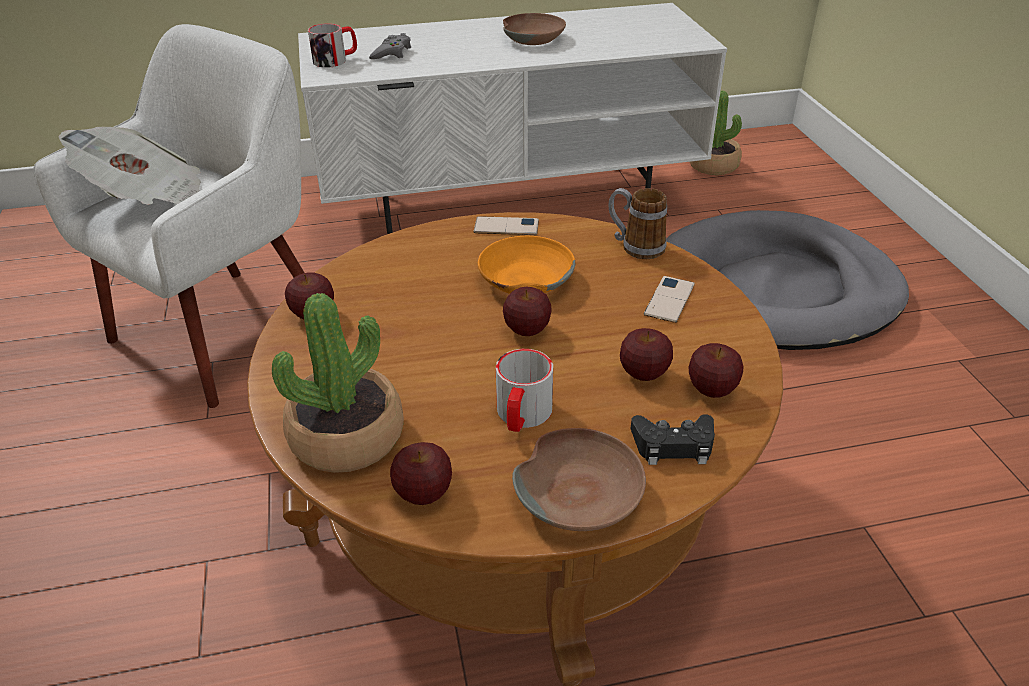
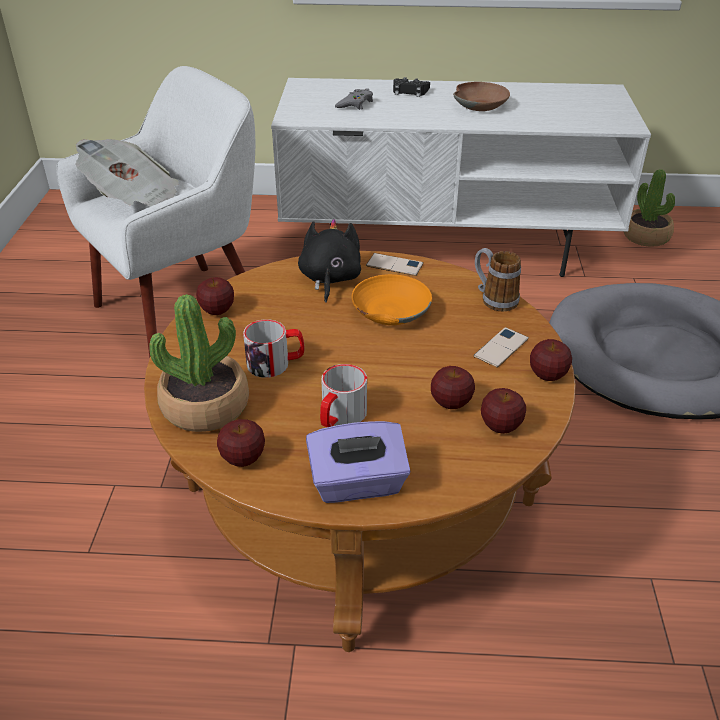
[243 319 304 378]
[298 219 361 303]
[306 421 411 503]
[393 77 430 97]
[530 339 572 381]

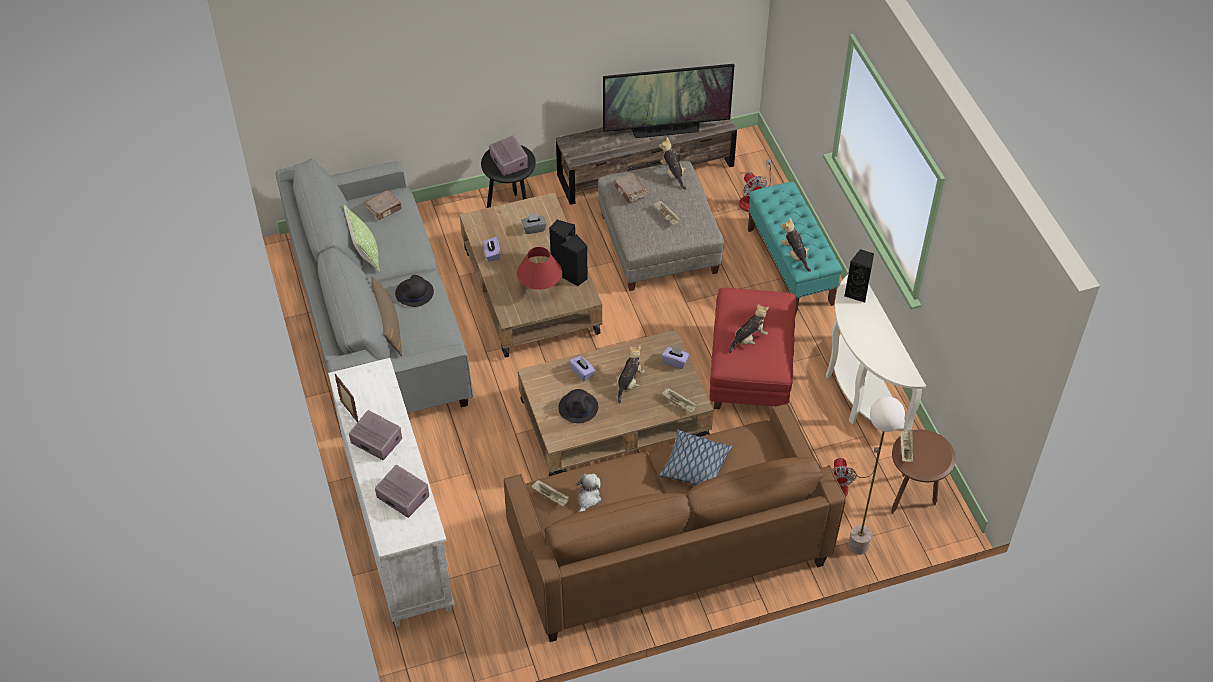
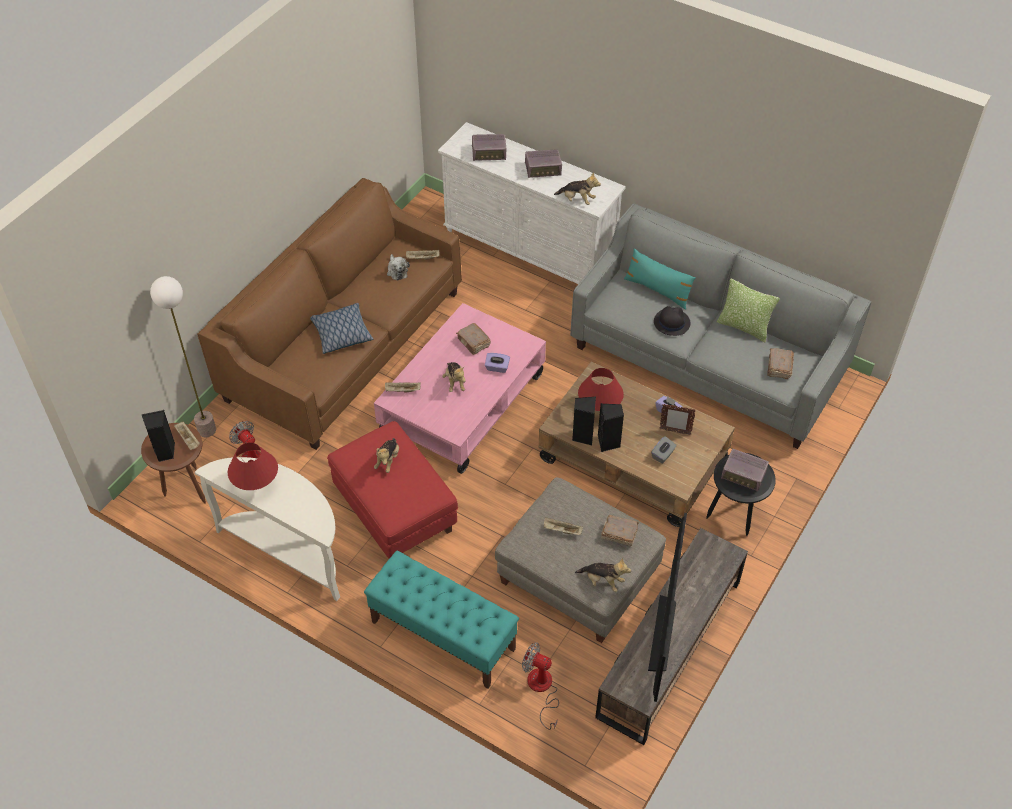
[141 410 175 462]
[228 442 278 490]
[374 303 546 474]
[456 323 491 355]
[554 172 601 205]
[624 248 696 310]
[648 513 687 702]
[660 404 696 435]
[662 346 690 369] (first image)

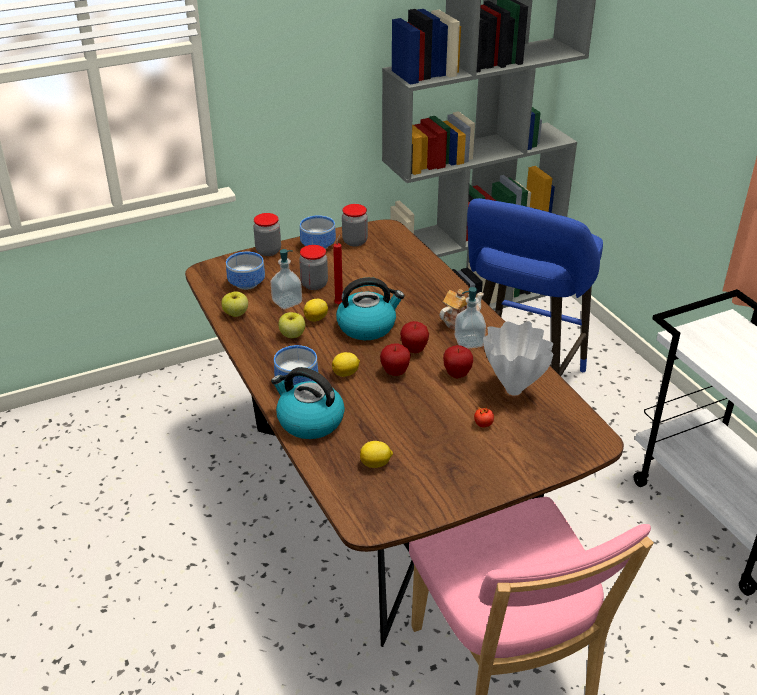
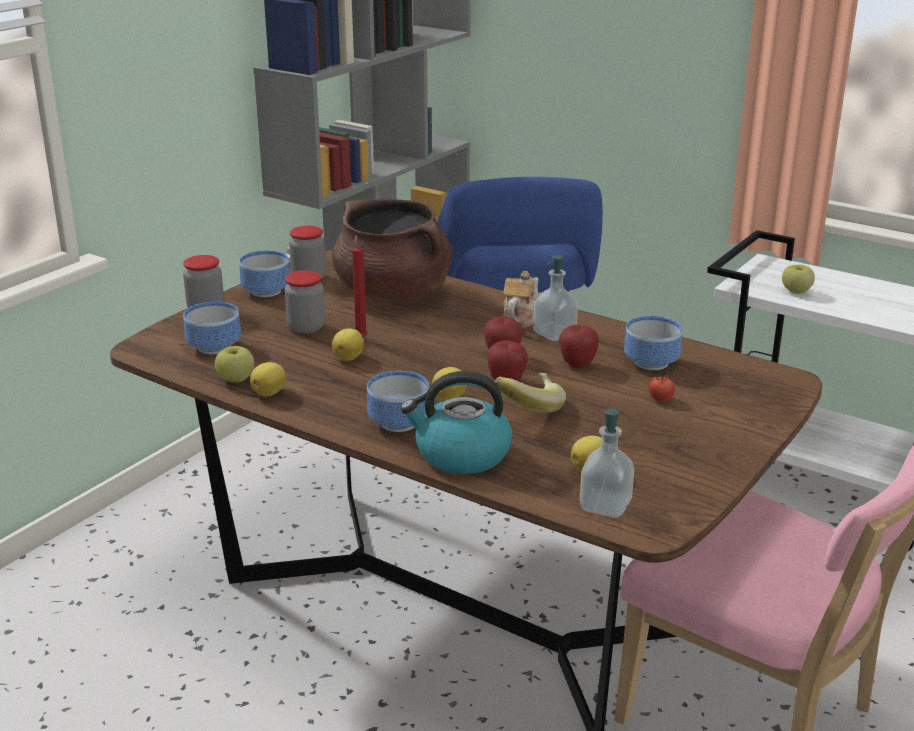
[250 362 286 396]
[332 199 453 302]
[495 373 566 413]
[580 408 634 518]
[624 316 683 370]
[782 265 815 294]
[336 277 405 340] (first image)

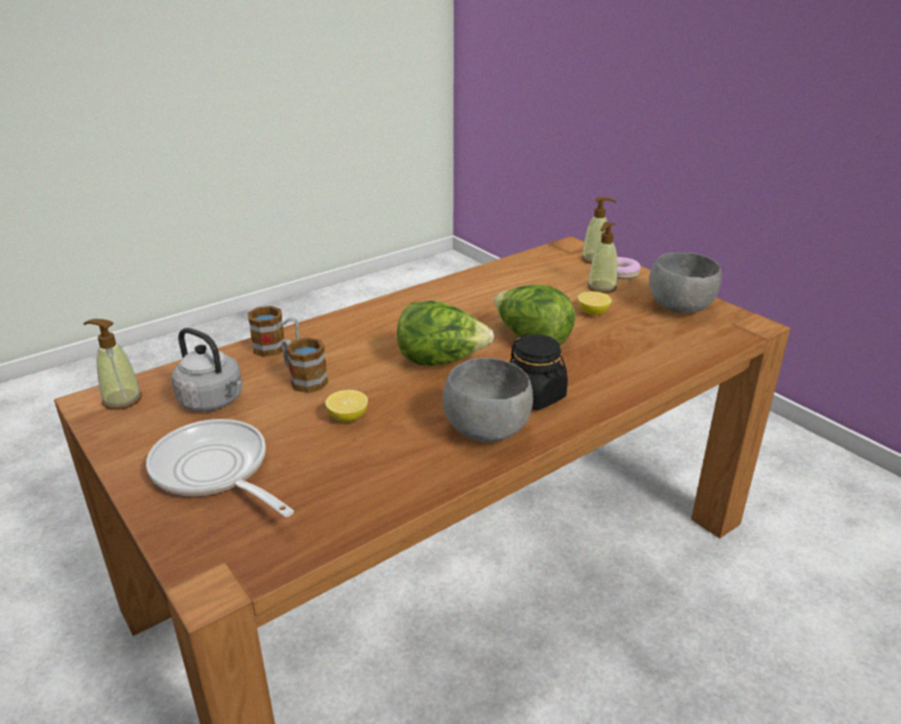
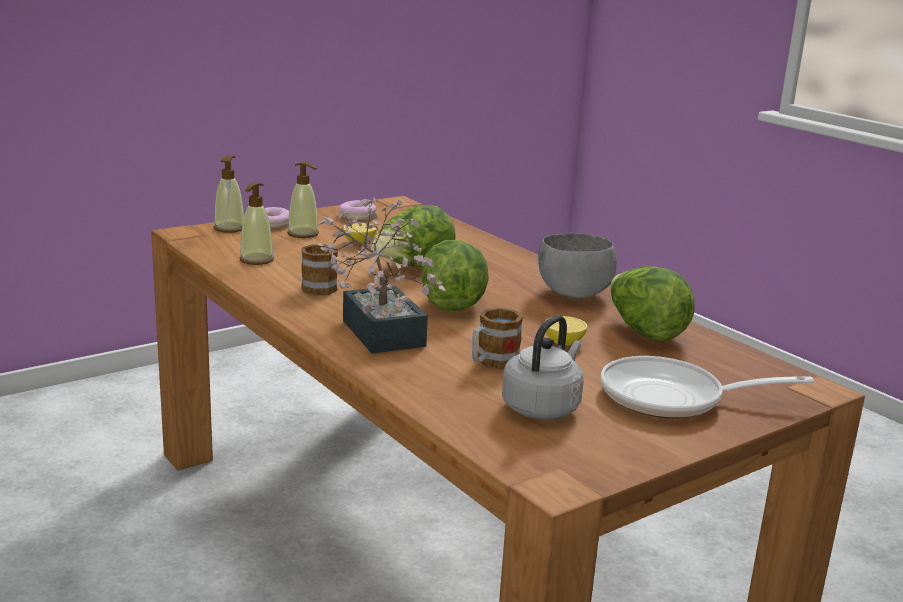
[240 182 274 265]
[301 244 338 295]
[317 197 446 354]
[339 200 376 220]
[601 356 814 418]
[610 266 695 342]
[510 334 568 410] (first image)

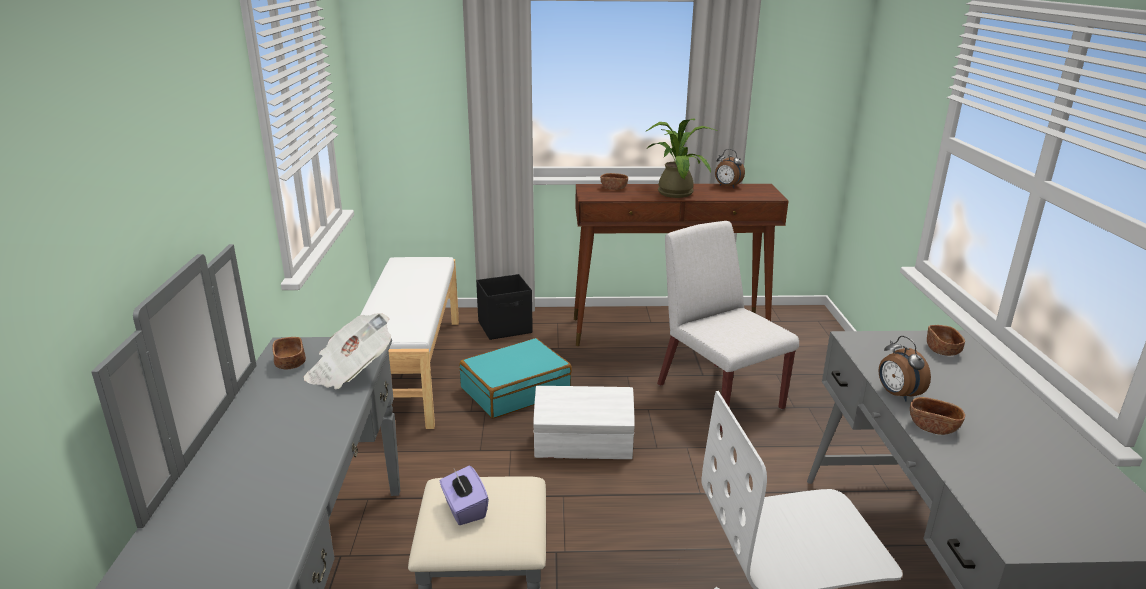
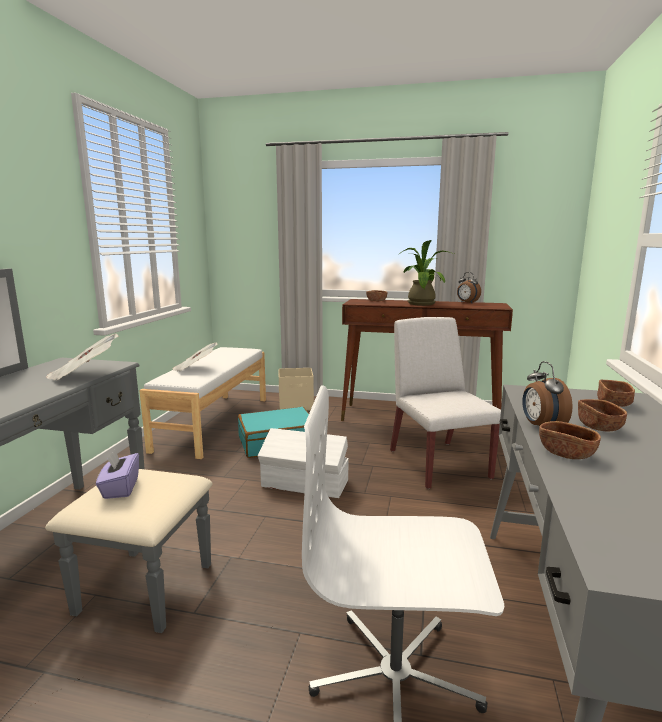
[173 343 218 372]
[279 368 314 411]
[578 399 627 432]

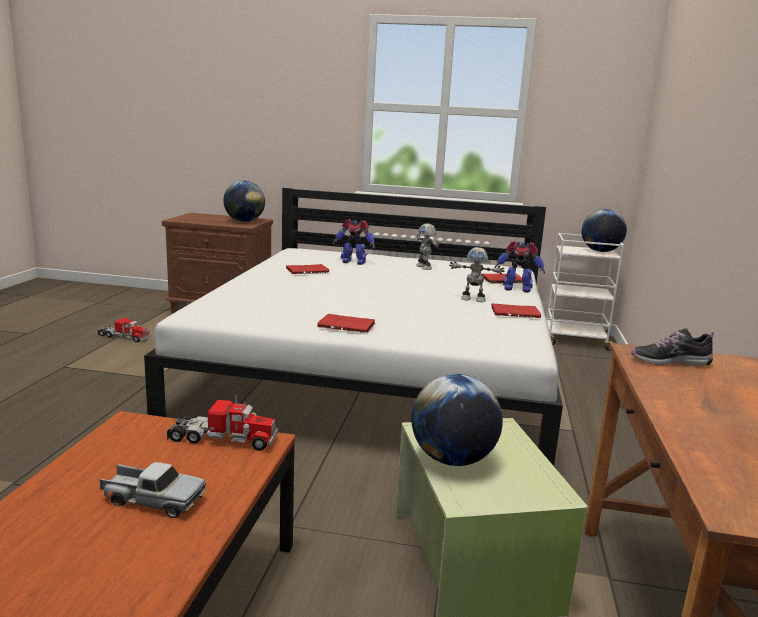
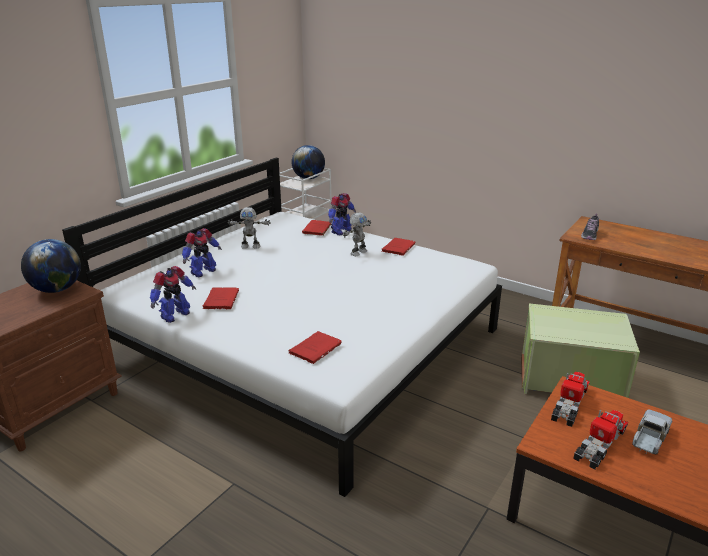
[150 266 196 323]
[289 331 342 364]
[573 410 628 469]
[412 374 503 466] (first image)

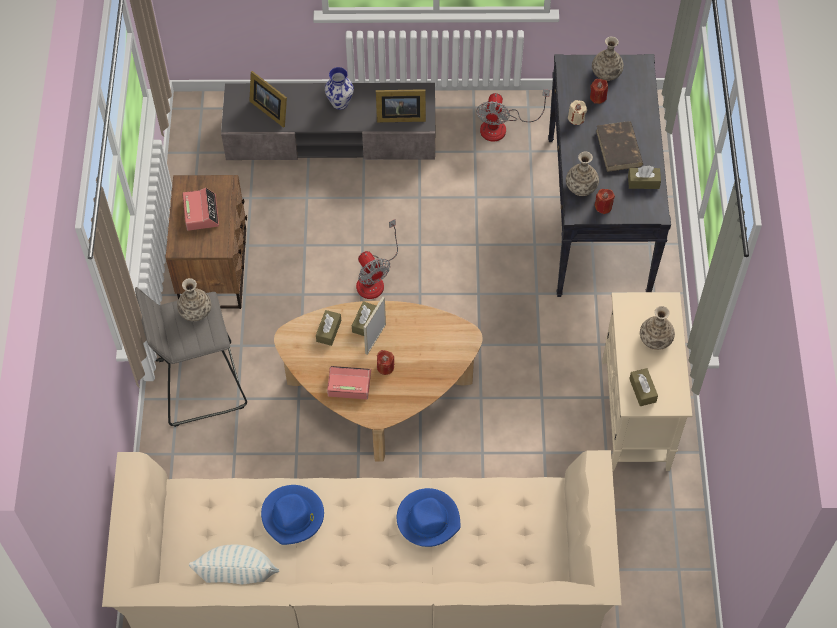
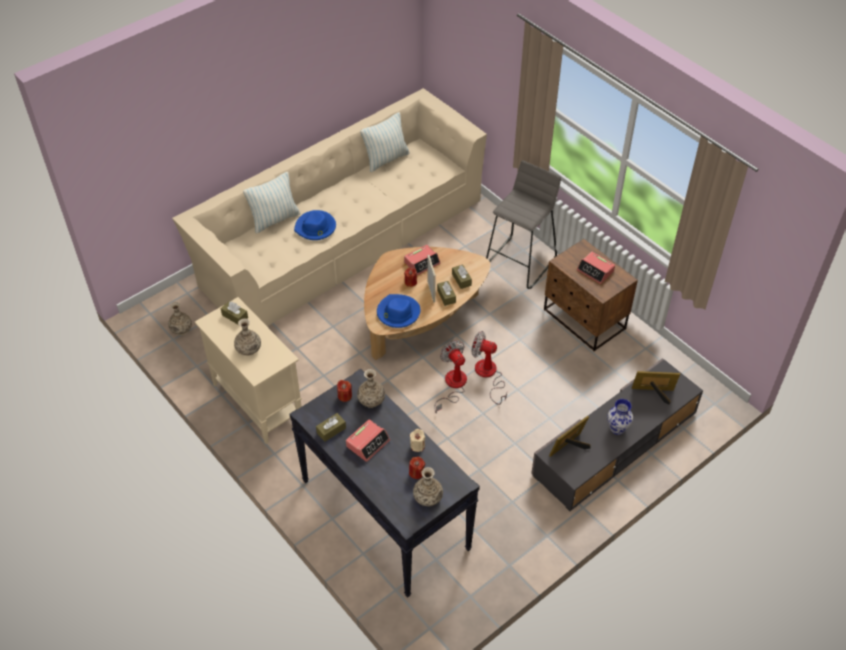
[168 302 192 335]
[243 172 300 234]
[346 419 390 462]
[377 294 420 328]
[434 340 467 413]

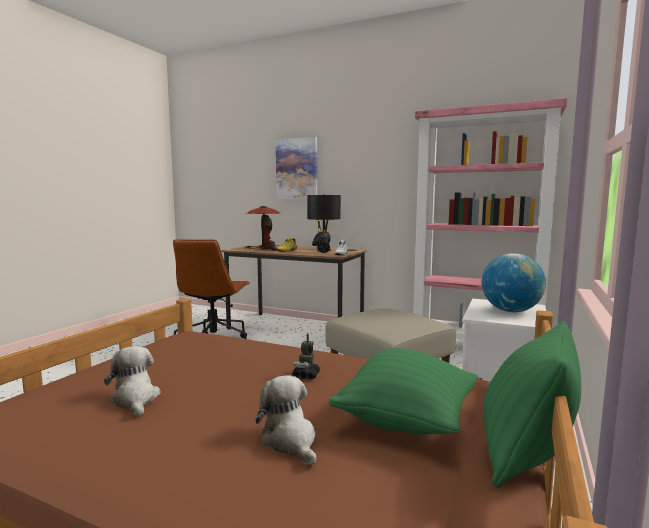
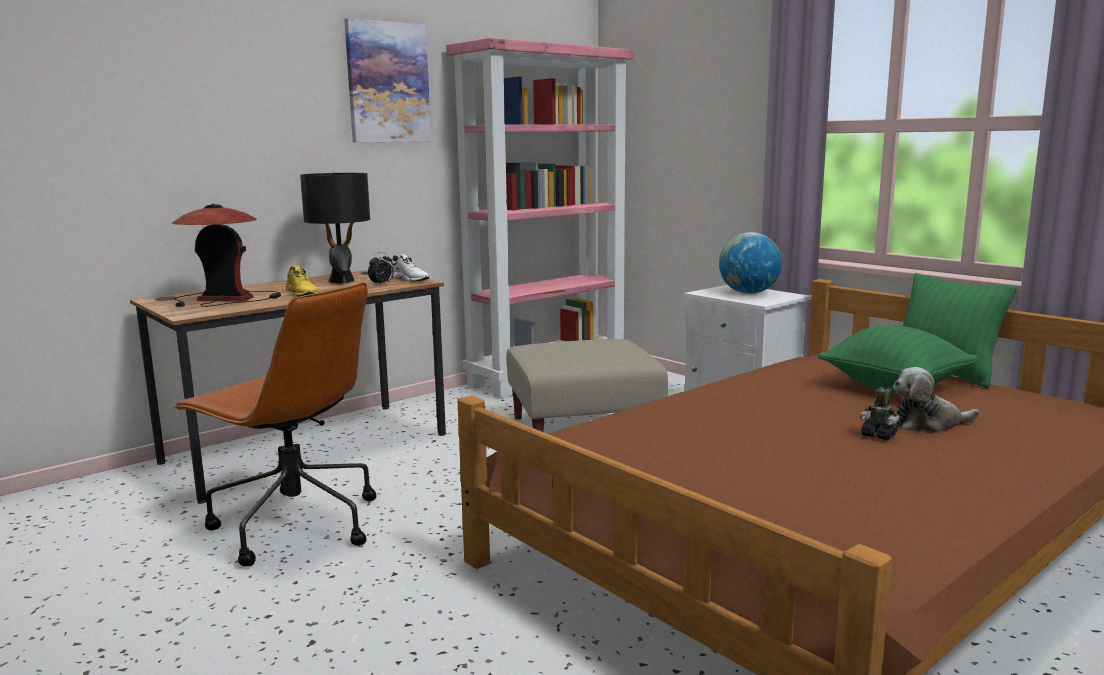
[344 18 431 143]
[860 377 900 440]
[104 346 161 416] (first image)

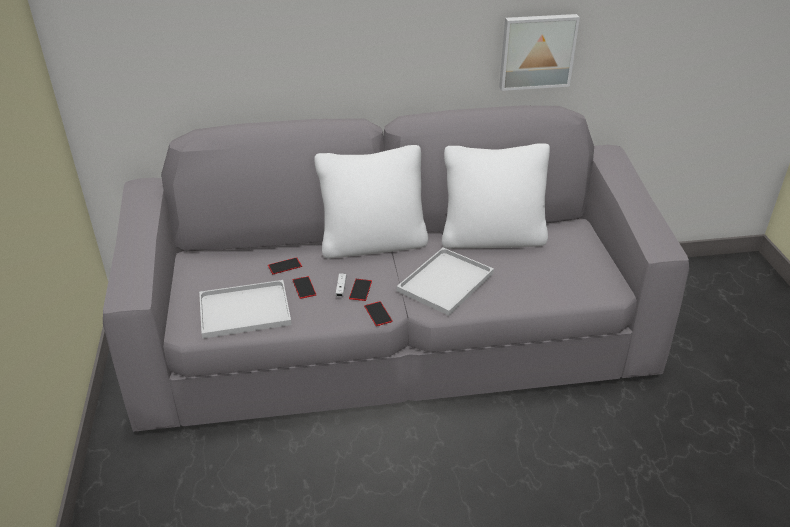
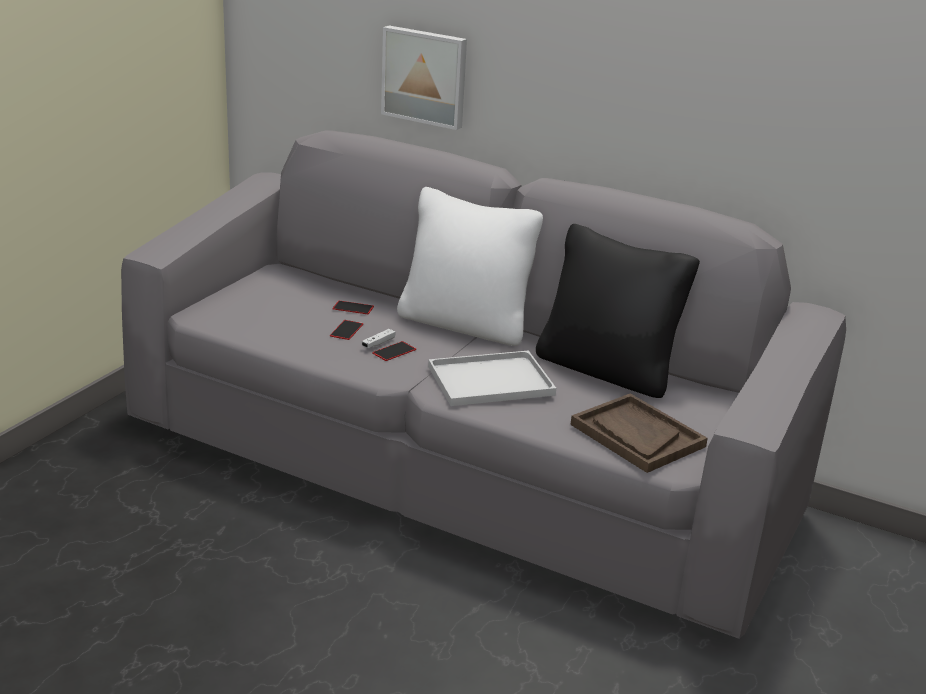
[381 26 467 130]
[536 224 700 398]
[570 393 708 473]
[199 280 292 339] (first image)
[364 301 393 326] (first image)

